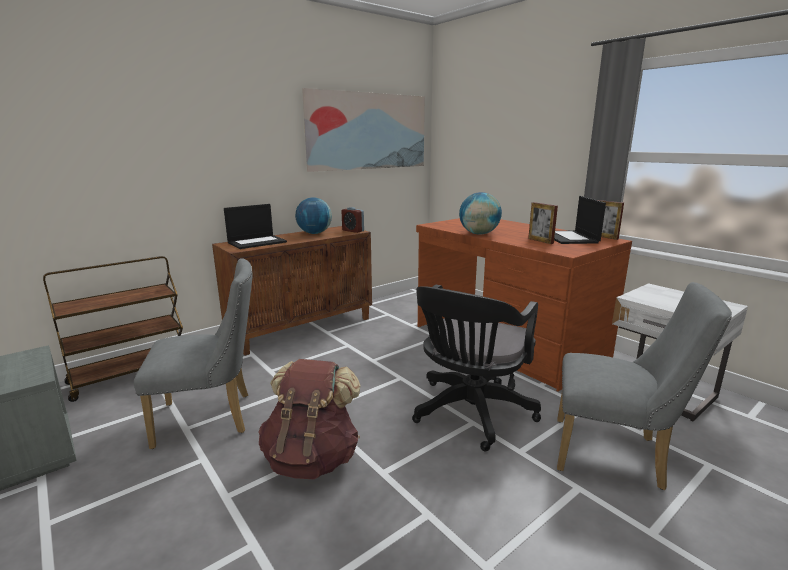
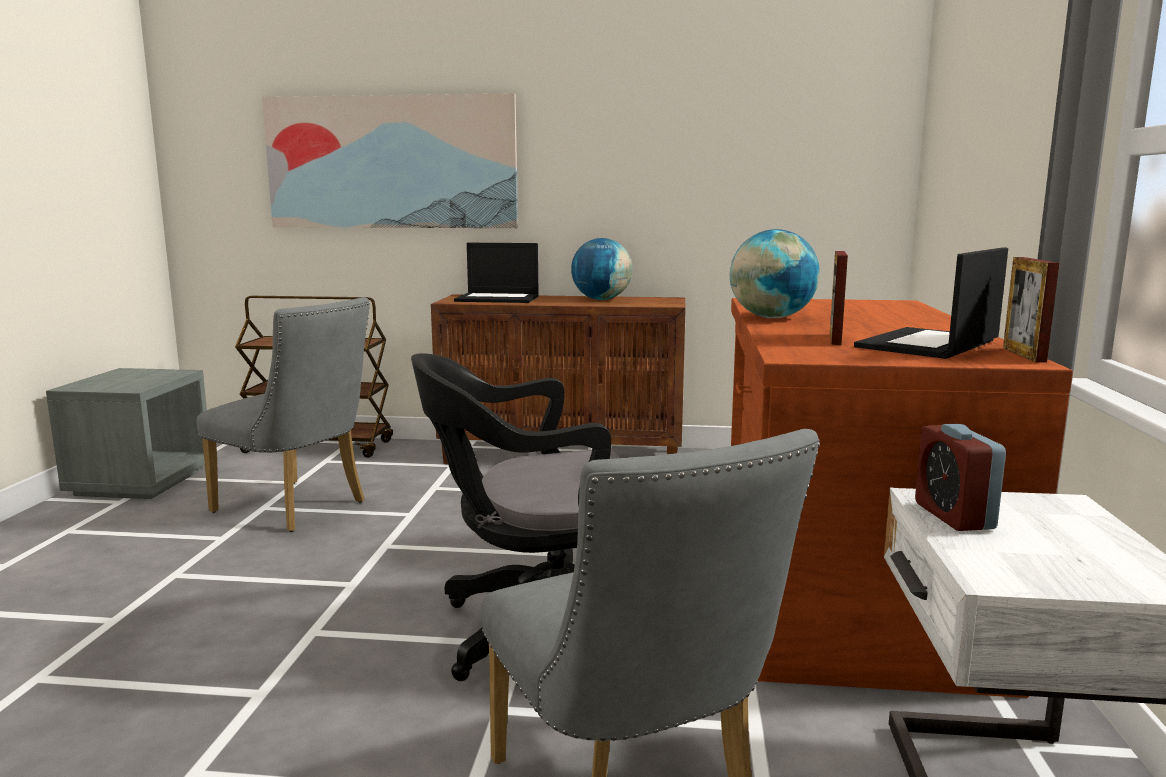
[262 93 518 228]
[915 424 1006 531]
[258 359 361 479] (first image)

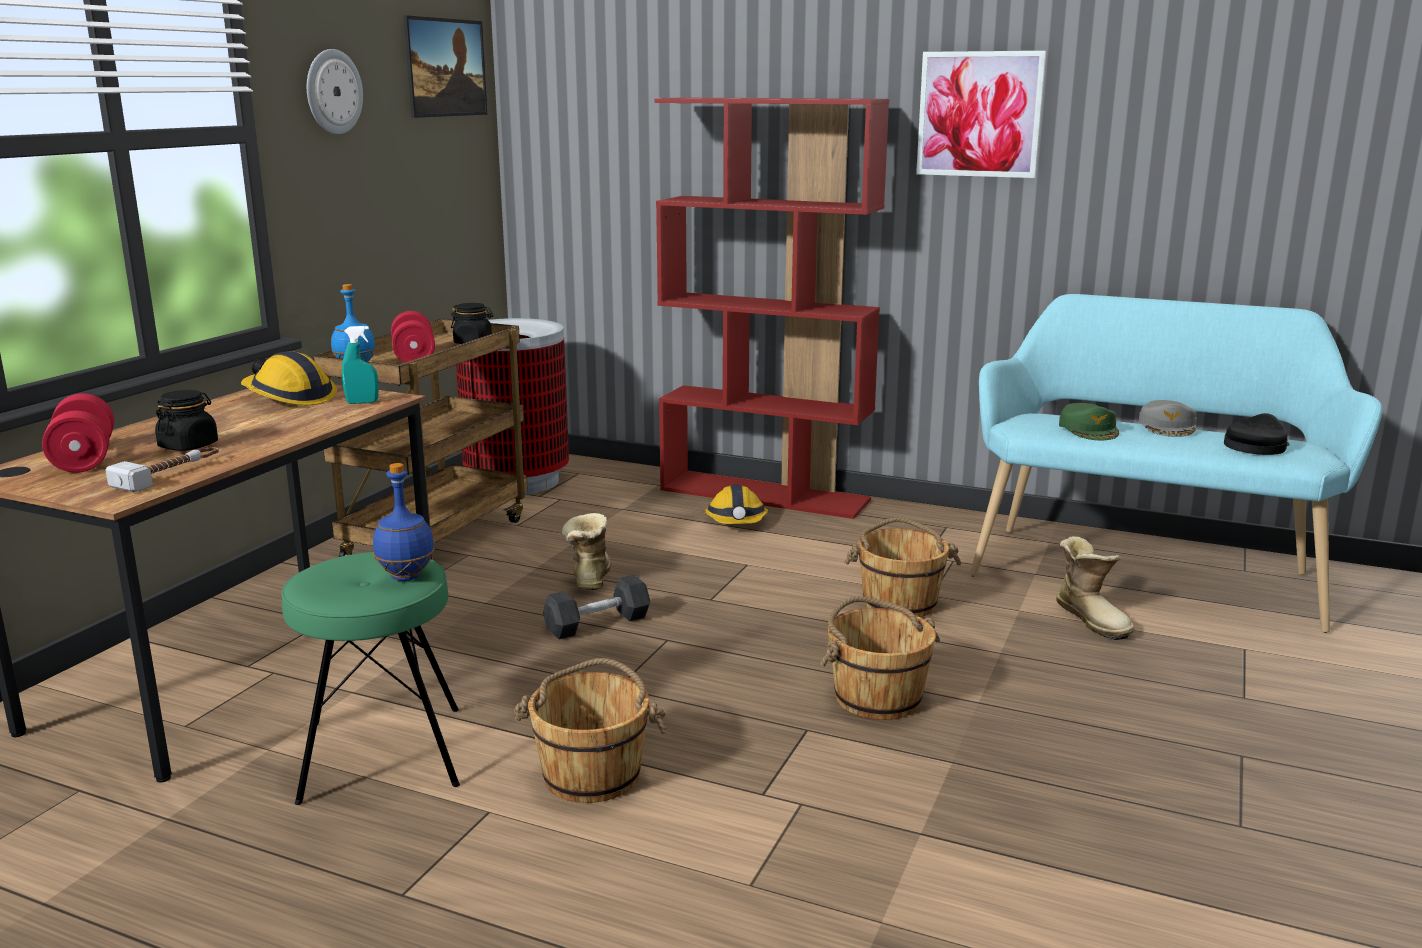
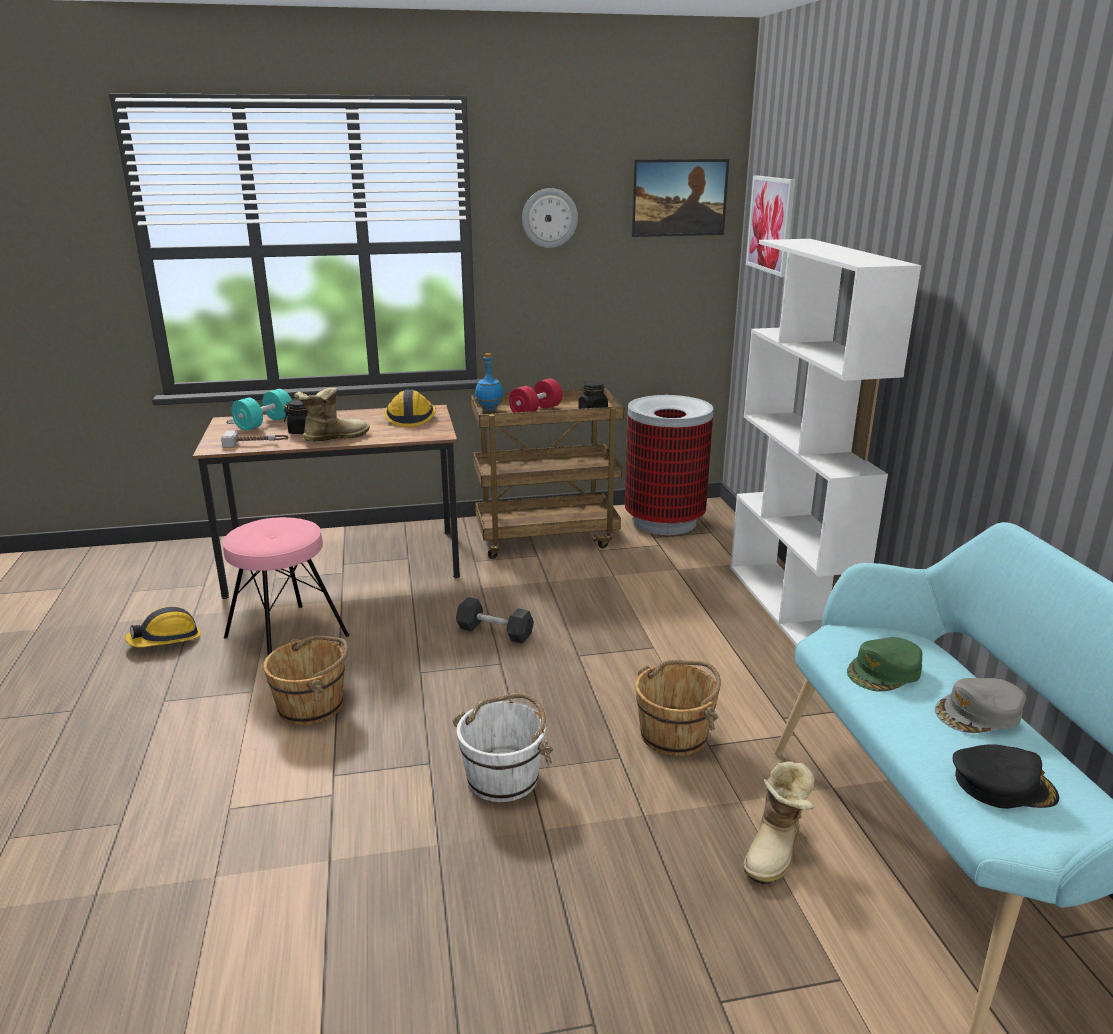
[125 607 201 647]
[223 517 349 655]
[231 389 292 430]
[294 388 370 442]
[453 693 553 802]
[730 239 921 646]
[746 175 795 277]
[342 326 379 404] (first image)
[373 463 435 581] (first image)

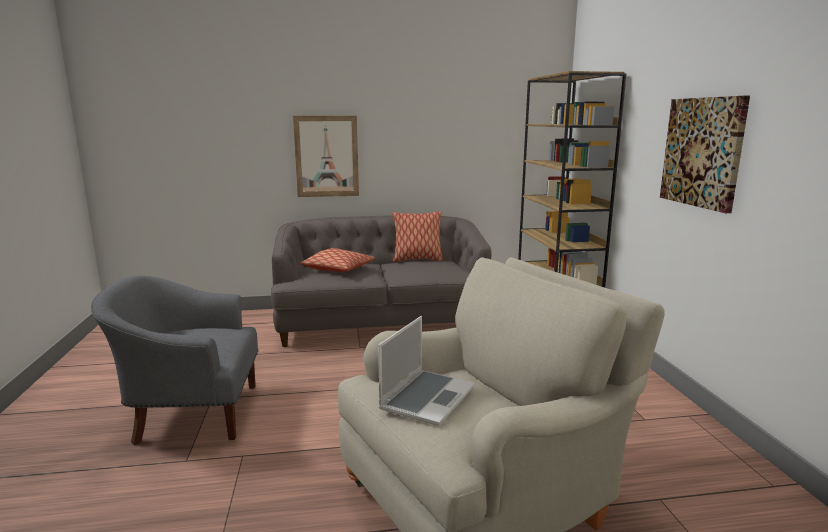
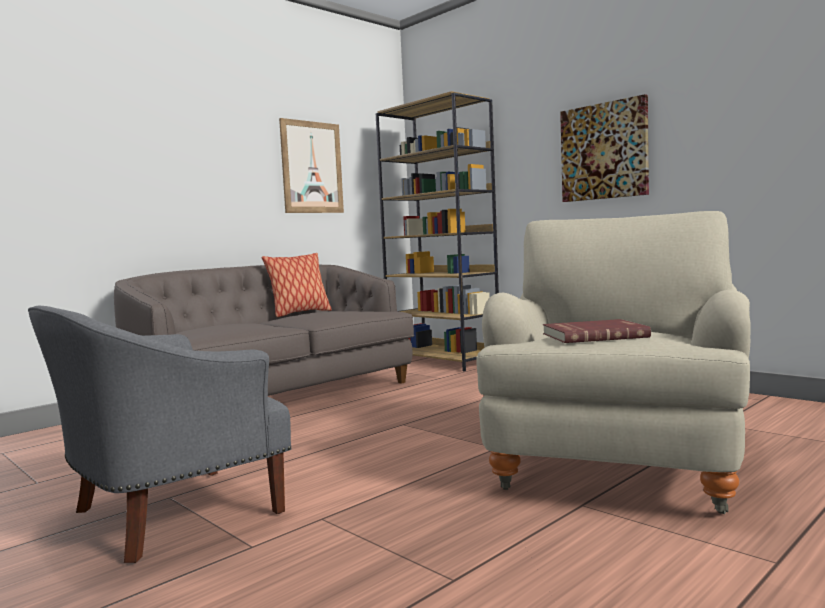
[279 118 344 213]
[543 319 651 343]
[301 248 375 272] (first image)

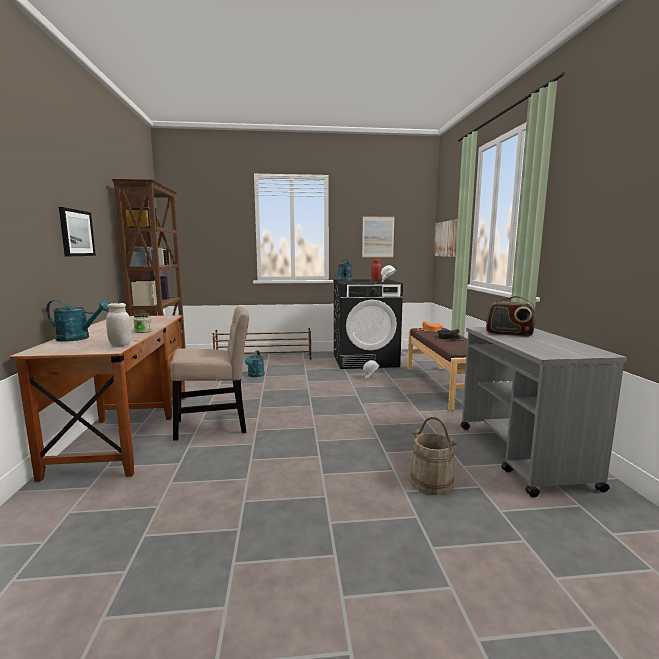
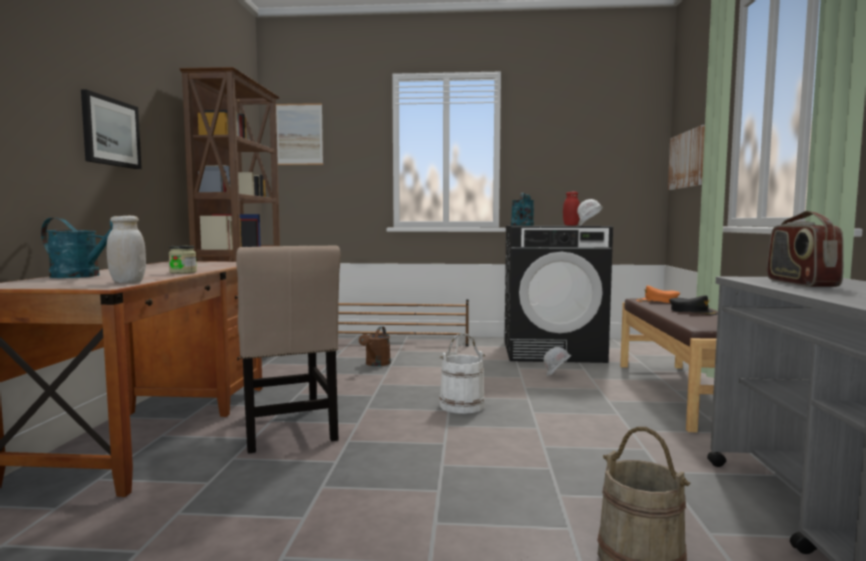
[236 245 341 454]
[276 103 323 165]
[359 326 391 366]
[439 333 485 414]
[767 211 844 287]

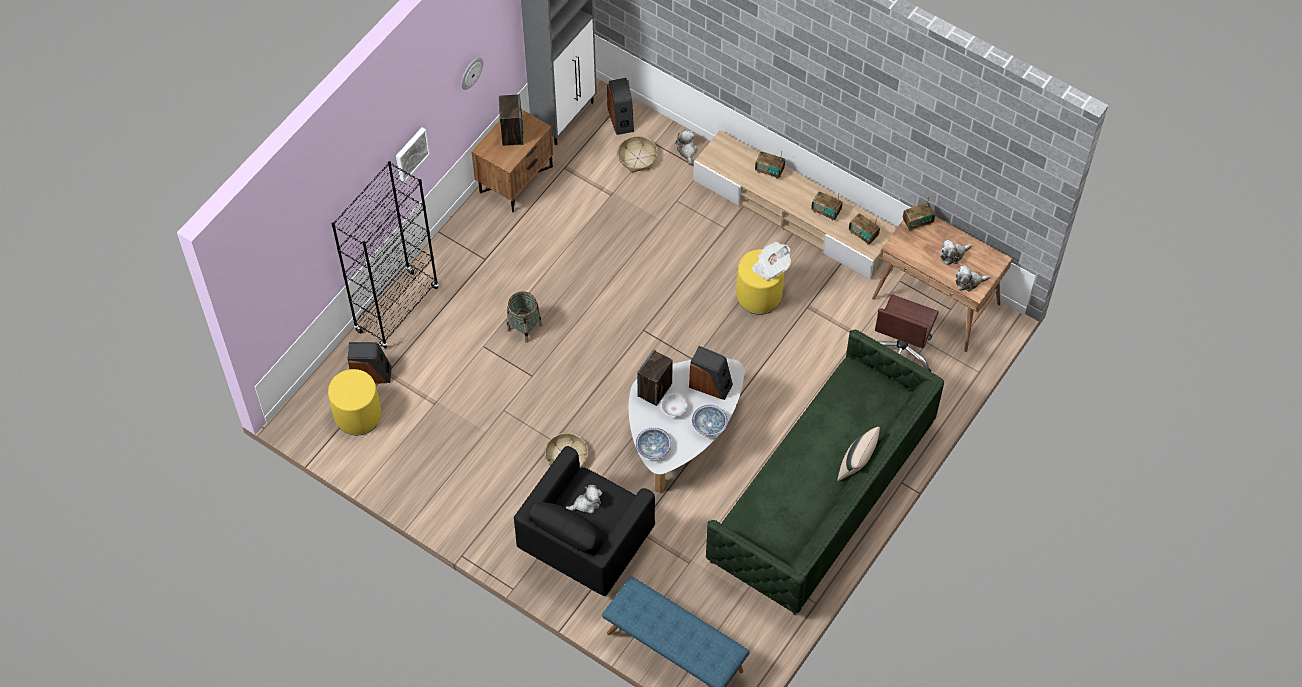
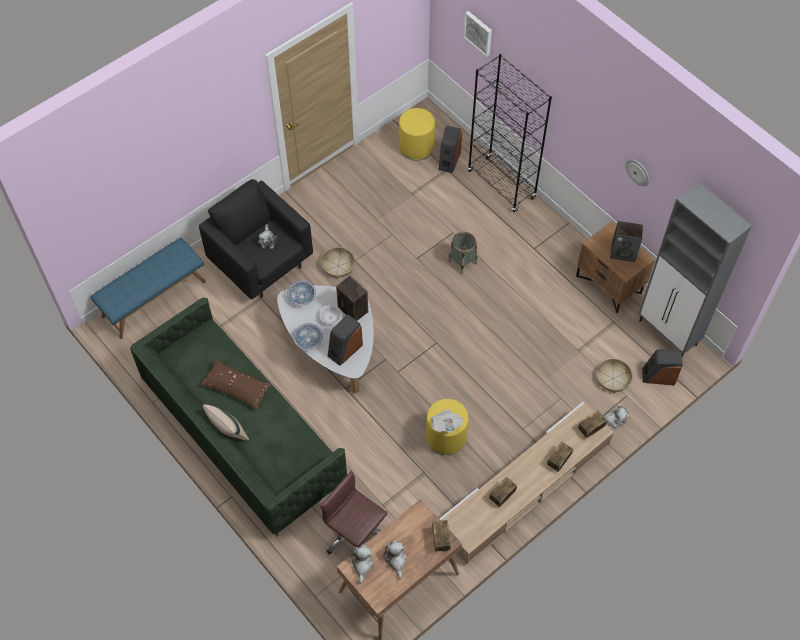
[201 360 271 409]
[464 11 492 57]
[578 411 607 438]

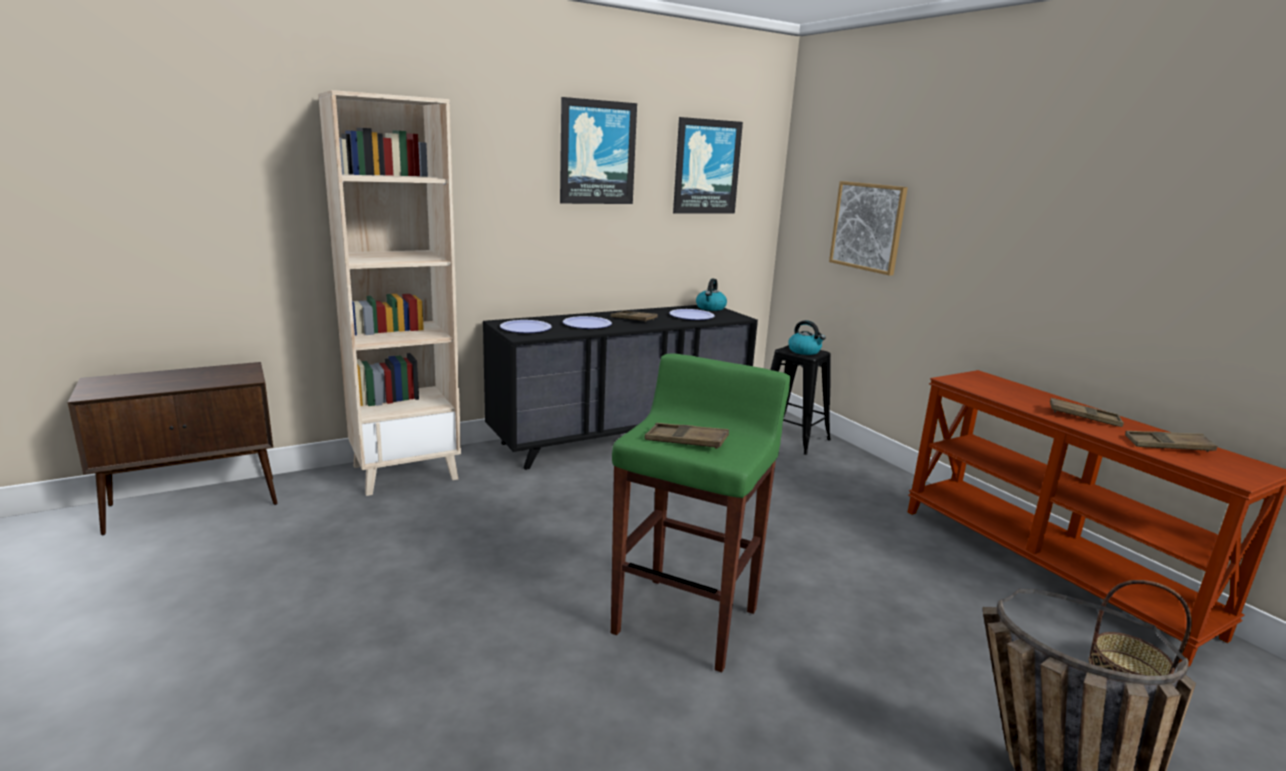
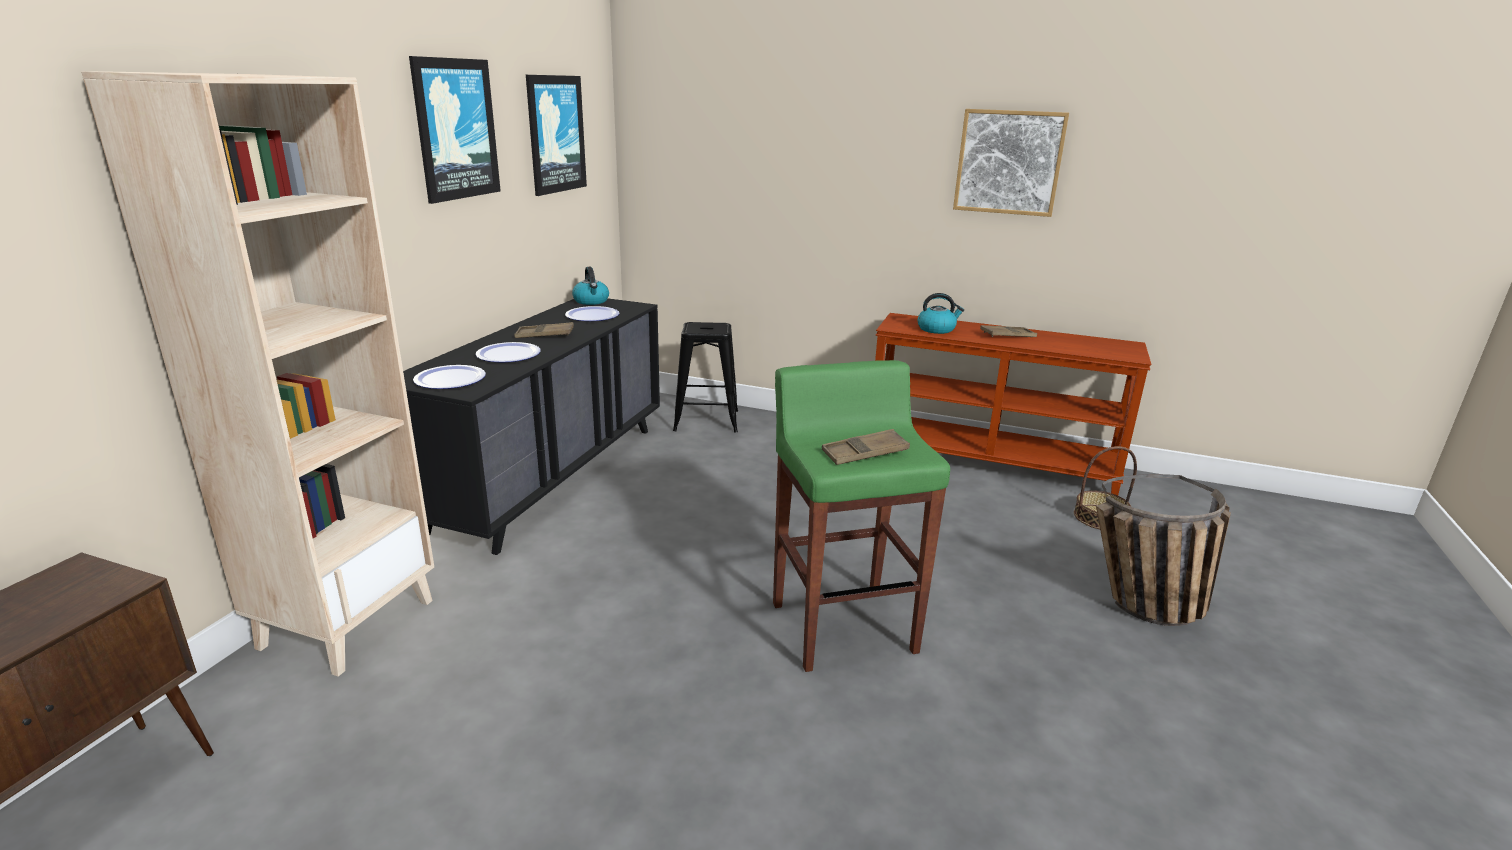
[918 293 964 334]
[953 109 1069 217]
[1125 431 1217 452] (first image)

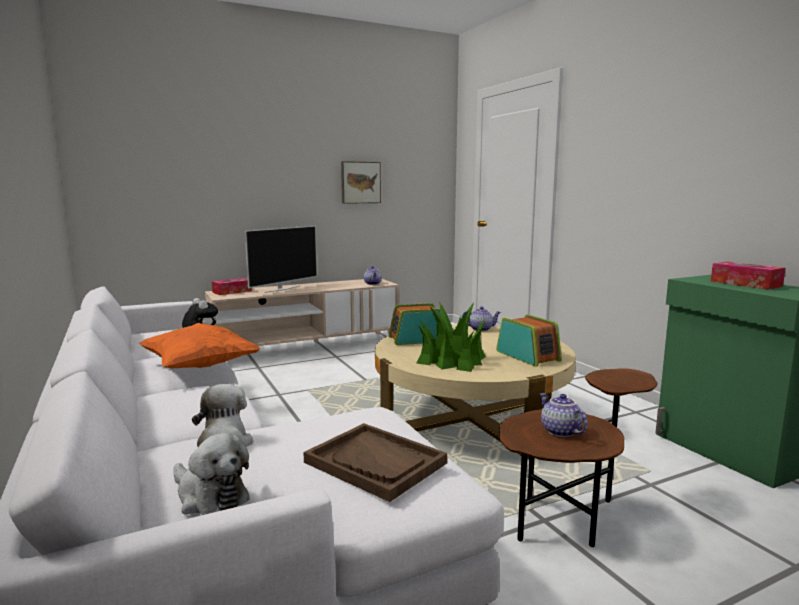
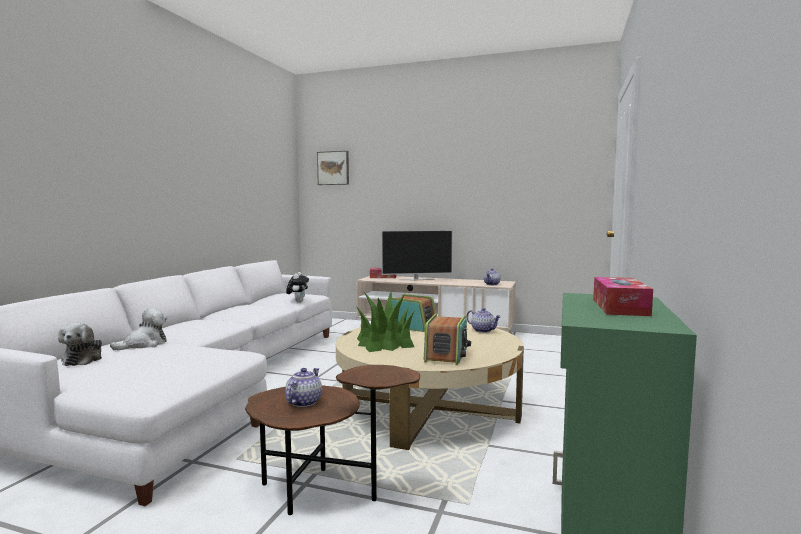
[317 151 349 185]
[139 323 261 368] (first image)
[303 423 447 502] (first image)

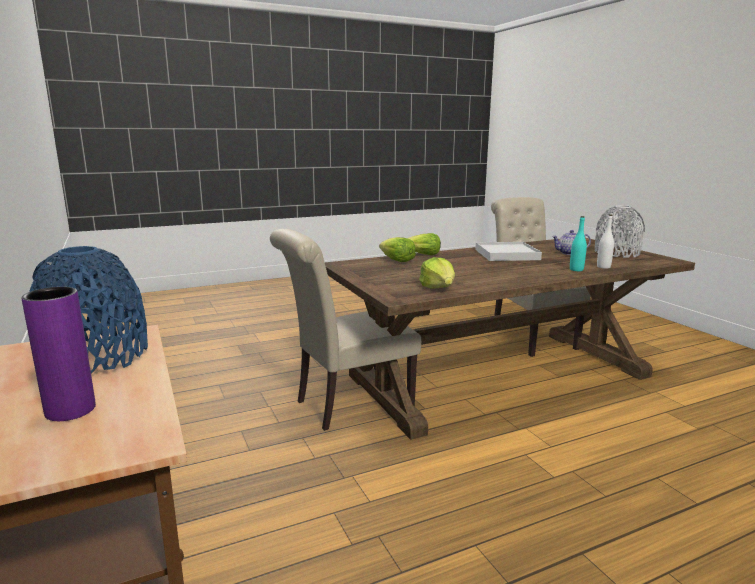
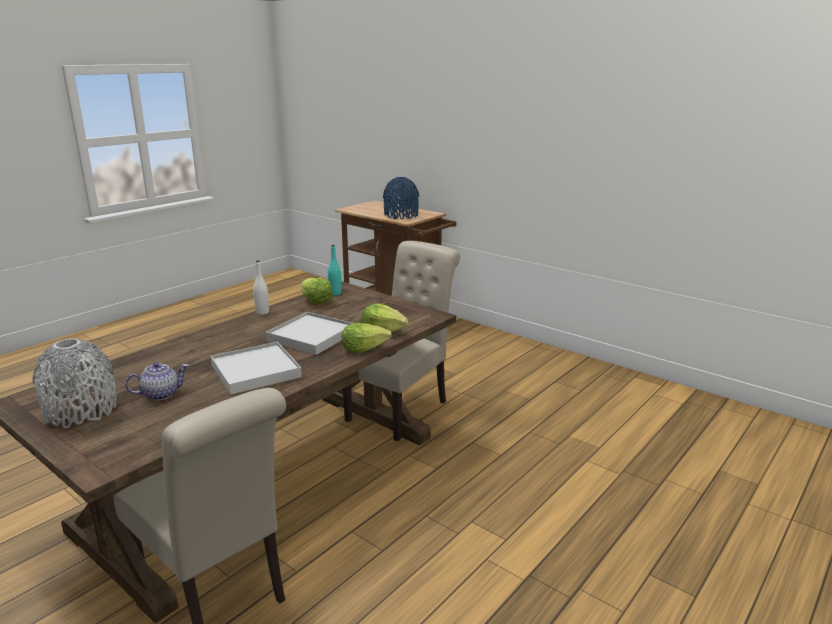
[253 260 269 315]
[266 312 353 355]
[328 245 342 296]
[21 287 96 421] (first image)

